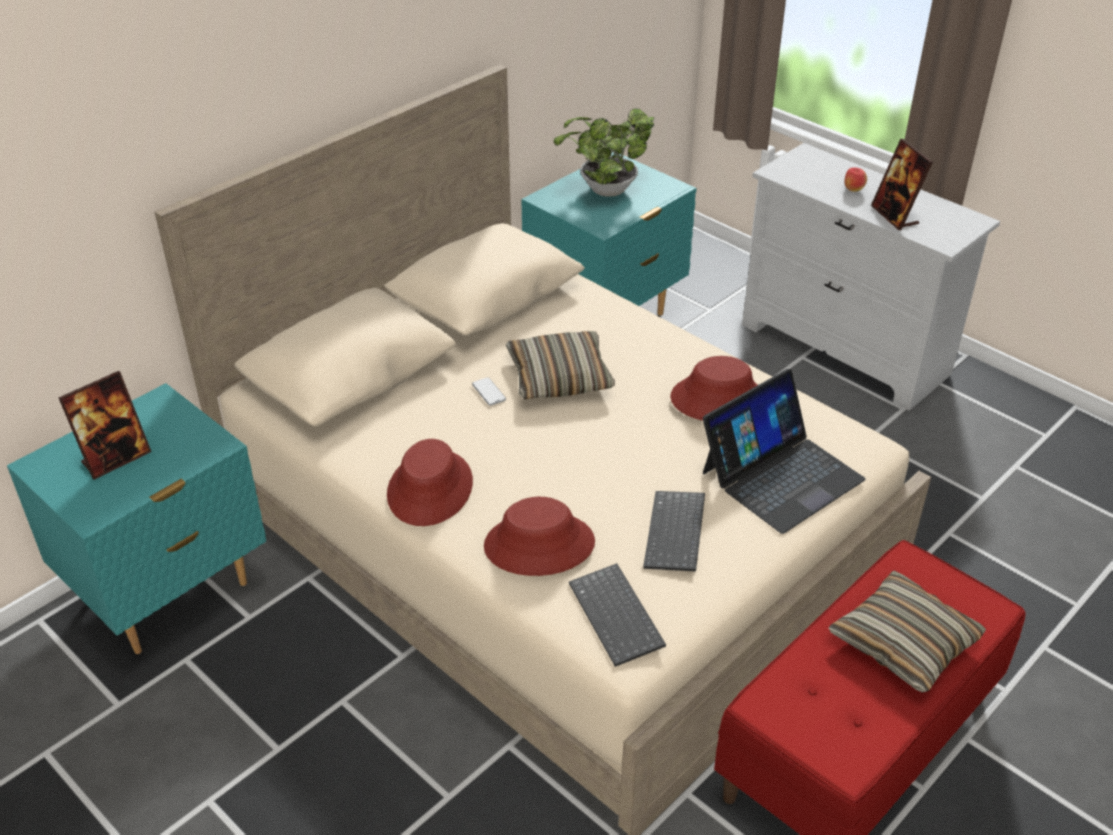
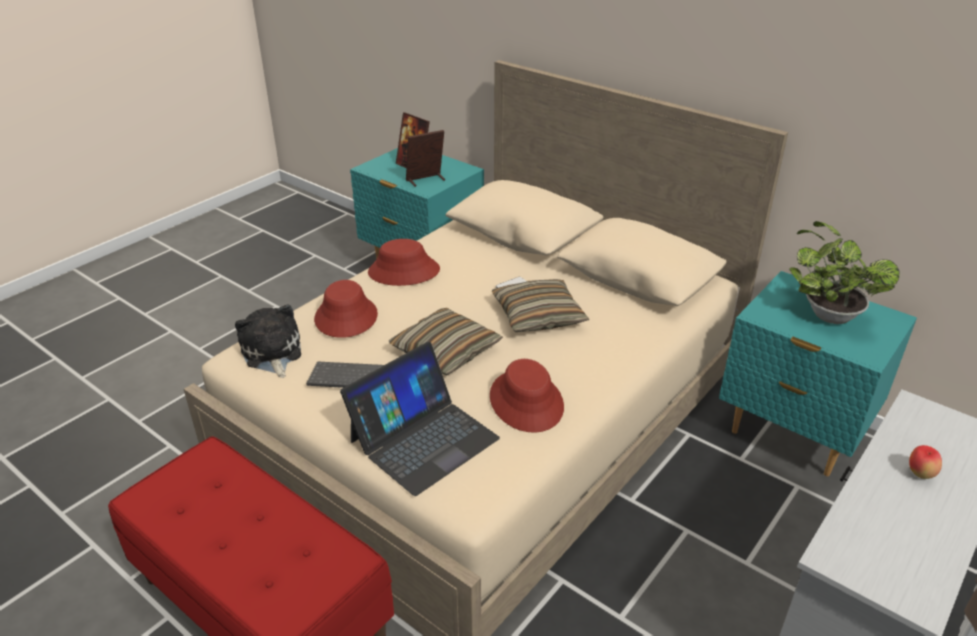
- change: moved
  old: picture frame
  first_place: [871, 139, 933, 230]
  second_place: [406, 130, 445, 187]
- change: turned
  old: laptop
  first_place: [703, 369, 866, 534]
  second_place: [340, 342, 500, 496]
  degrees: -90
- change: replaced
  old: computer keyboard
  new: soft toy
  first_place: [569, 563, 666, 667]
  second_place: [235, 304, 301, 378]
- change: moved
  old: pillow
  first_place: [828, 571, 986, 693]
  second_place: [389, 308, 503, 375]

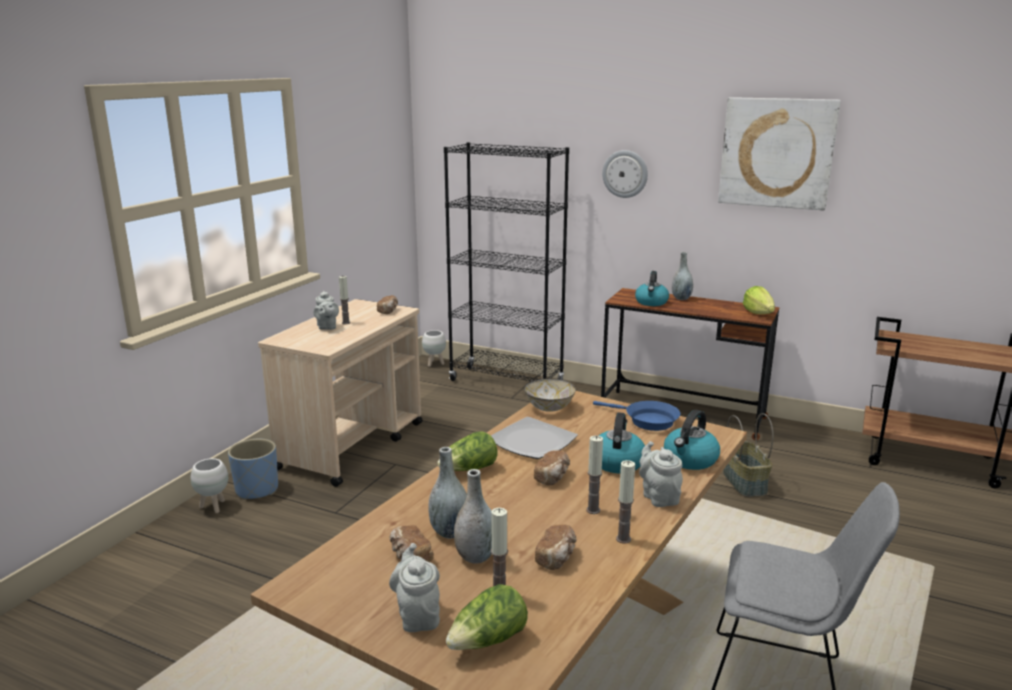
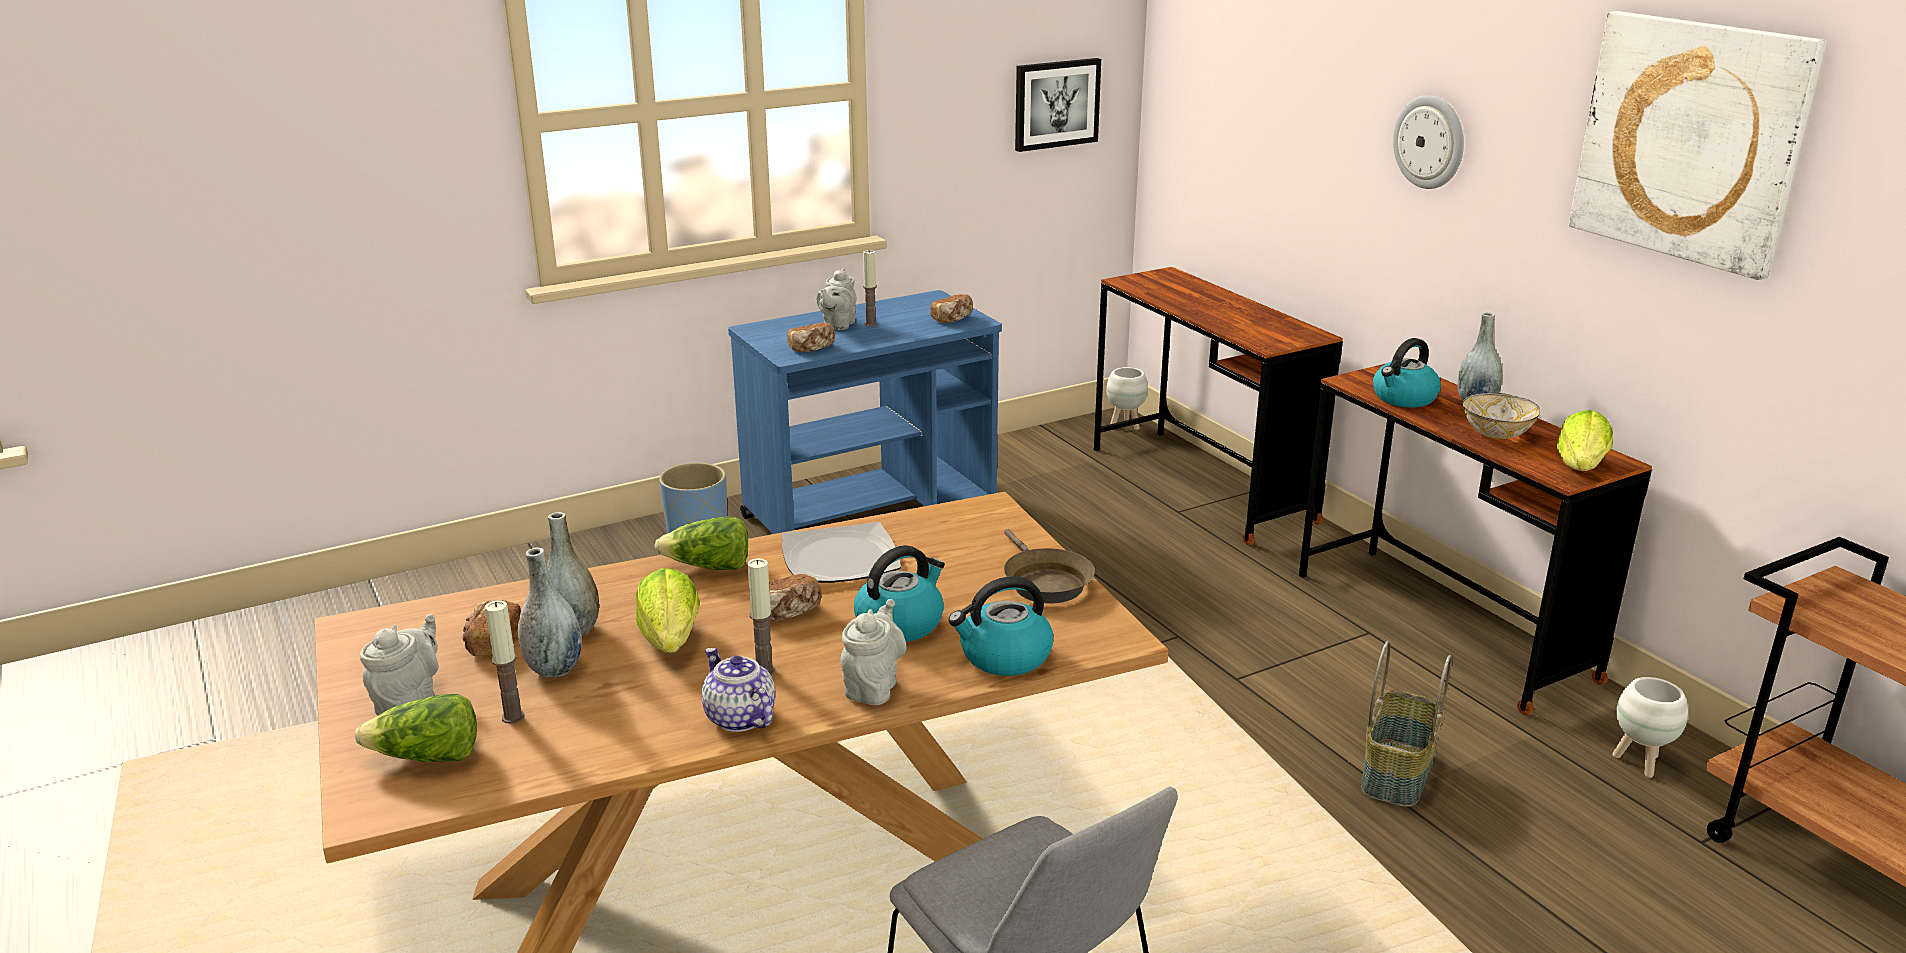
- change: replaced
  old: black-coloured shelving unit
  new: brown-coloured desk table
  first_place: [444, 142, 569, 381]
  second_place: [1094, 267, 1343, 545]
- change: recoloured
  old: beige-coloured wheeled cart
  new: blue wheeled cart
  first_place: [258, 299, 423, 487]
  second_place: [728, 290, 1002, 534]
- change: moved
  old: serving bowl
  first_place: [524, 379, 576, 412]
  second_place: [1462, 393, 1540, 439]
- change: recoloured
  old: blue pan
  new: brown-coloured pan
  first_place: [593, 401, 680, 431]
  second_place: [1004, 529, 1095, 603]
- change: moved
  old: white planter
  first_place: [191, 458, 228, 513]
  second_place: [1612, 677, 1688, 778]
- change: replaced
  old: candle
  new: teapot
  first_place: [616, 460, 635, 544]
  second_place: [702, 648, 775, 732]
- change: moved
  old: bread
  first_place: [535, 524, 577, 570]
  second_place: [787, 323, 835, 352]
- change: added
  new: wall picture
  second_place: [1015, 58, 1101, 152]
- change: added
  new: lettuce head
  second_place: [636, 568, 700, 653]

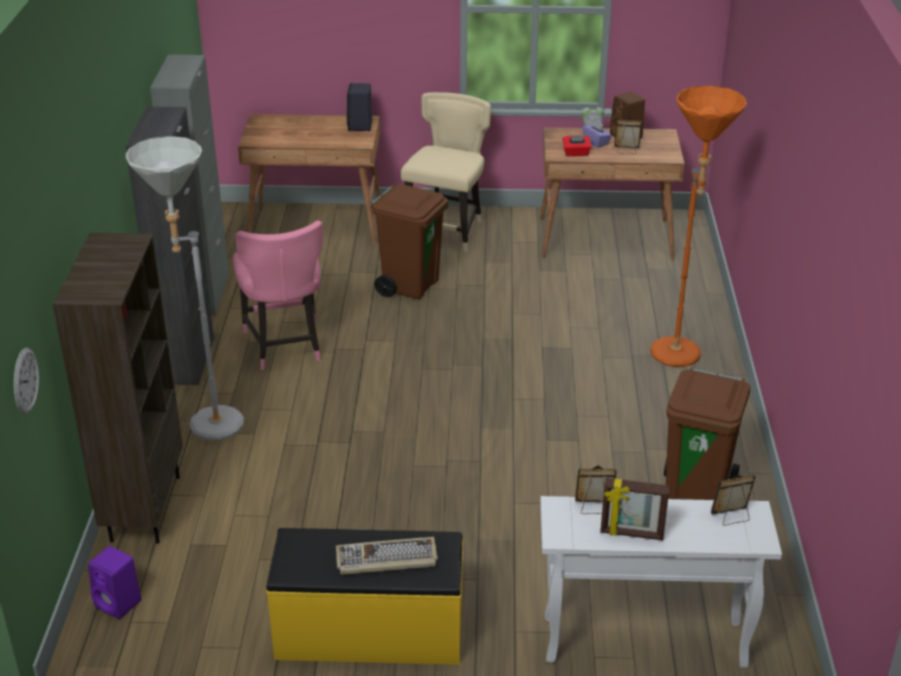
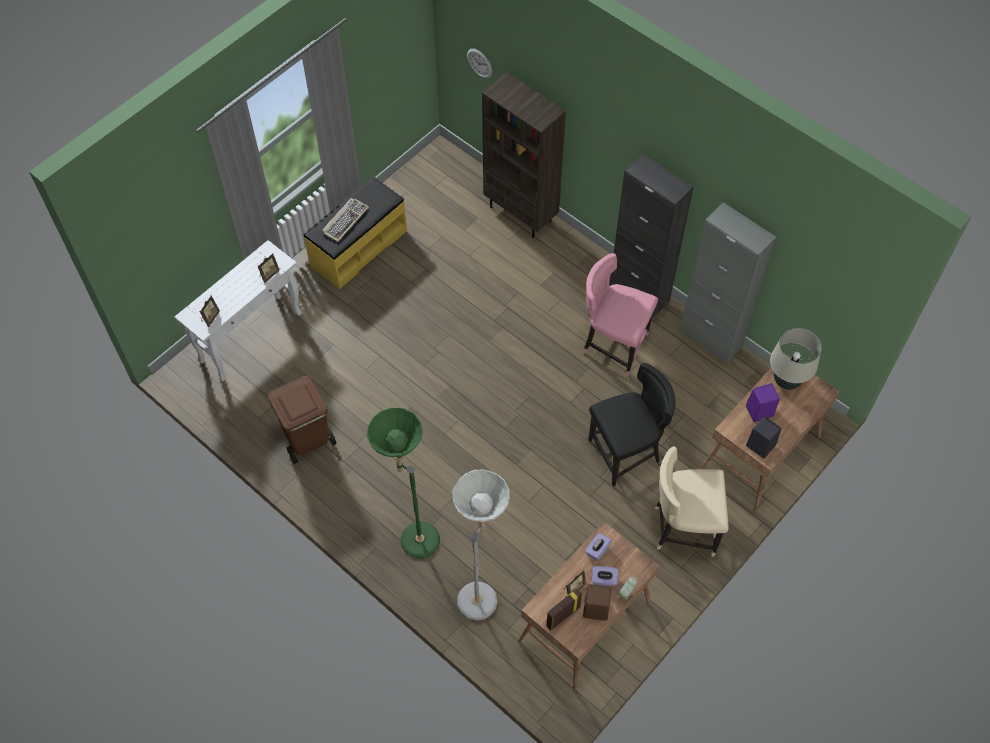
- change: recoloured
  old: orange standard lamp
  new: green-coloured standard lamp
  first_place: [650, 86, 747, 367]
  second_place: [367, 408, 440, 558]
- change: turned
  old: beige-coloured chair
  first_place: [401, 92, 491, 252]
  second_place: [655, 446, 729, 557]
  degrees: 120
- change: recoloured
  old: red box of tissues
  new: purplish box of tissues
  first_place: [562, 135, 591, 157]
  second_place: [585, 533, 612, 561]
- change: moved
  old: greyish standard lamp
  first_place: [126, 136, 244, 441]
  second_place: [452, 470, 510, 621]
- change: replaced
  old: brown-coloured trash can
  new: black-coloured chair
  first_place: [369, 184, 448, 299]
  second_place: [589, 363, 675, 487]
- change: moved
  old: picture frame
  first_place: [600, 478, 669, 540]
  second_place: [546, 589, 582, 631]
- change: moved
  old: purplish loudspeaker
  first_place: [88, 546, 141, 619]
  second_place: [746, 383, 780, 422]
- change: added
  new: beige-coloured tabletop lamp
  second_place: [770, 328, 822, 390]

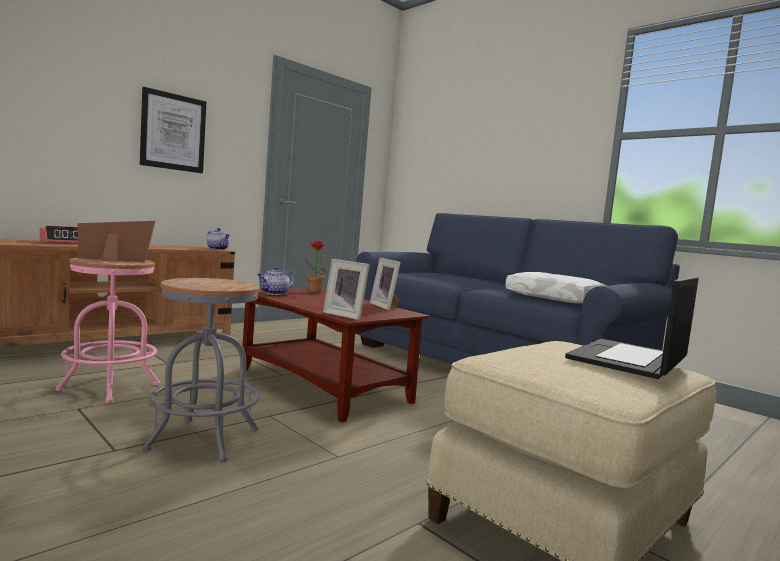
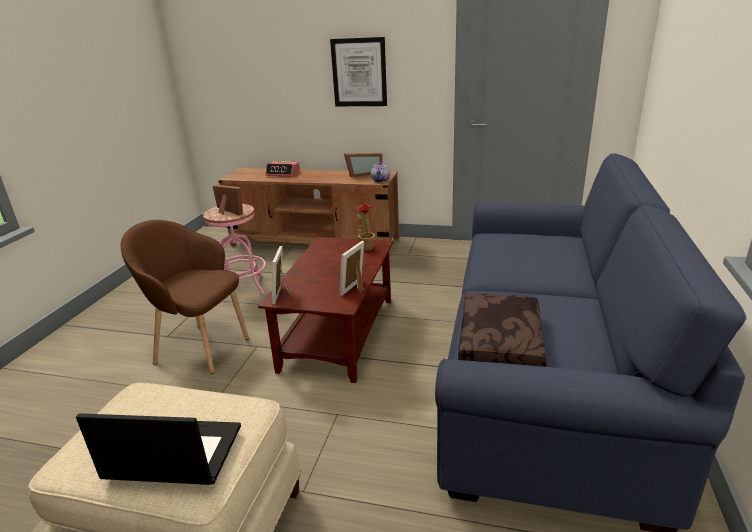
- change: removed
  old: teapot
  first_place: [257, 266, 294, 295]
- change: recoloured
  old: white pillow
  new: brown-coloured pillow
  first_place: [505, 272, 607, 303]
  second_place: [458, 294, 546, 367]
- change: replaced
  old: greyish stool seat
  new: brown-coloured lounge chair
  first_place: [142, 278, 260, 463]
  second_place: [121, 220, 249, 374]
- change: added
  new: picture frame
  second_place: [344, 153, 383, 178]

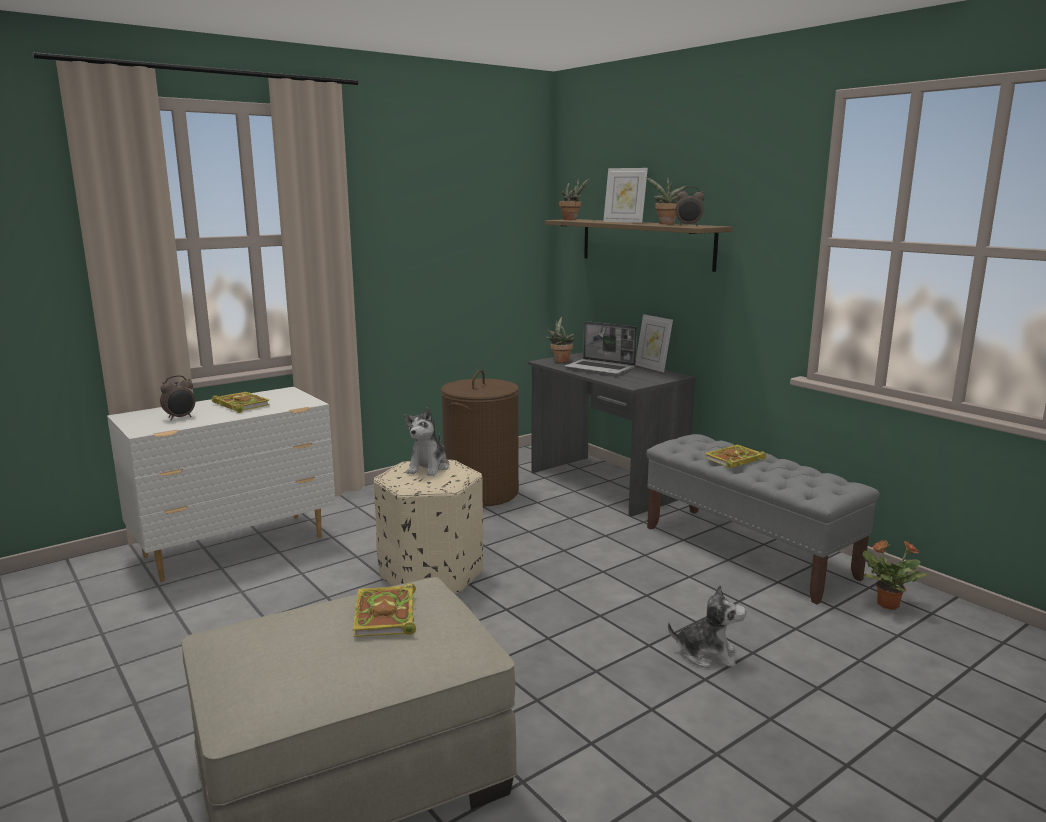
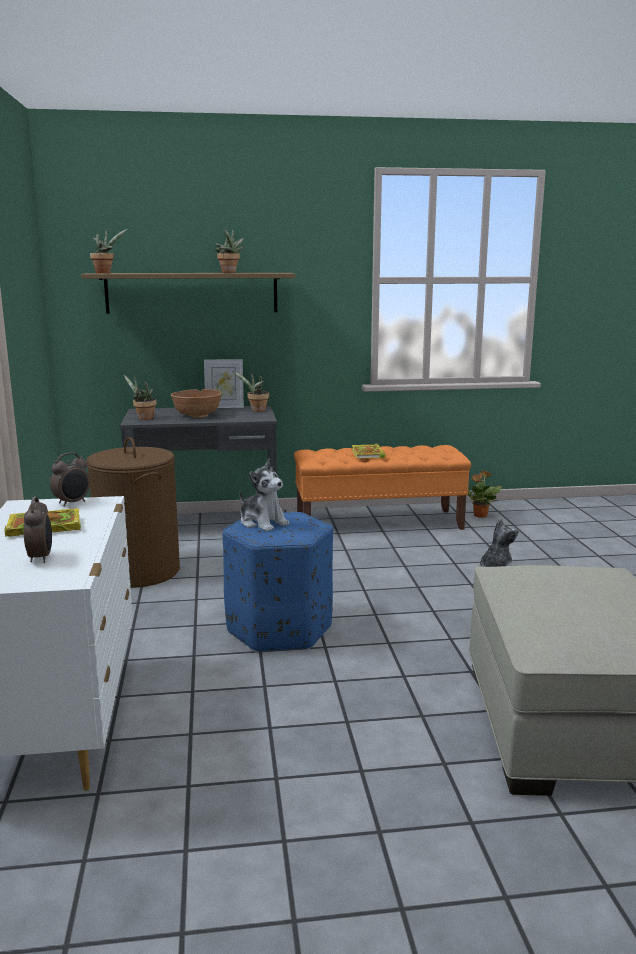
- change: removed
  old: picture frame
  first_place: [603, 168, 648, 223]
- change: moved
  old: table clock
  first_place: [675, 186, 705, 226]
  second_place: [50, 452, 90, 507]
- change: replaced
  old: laptop
  new: brown-coloured serving bowl
  first_place: [564, 321, 637, 375]
  second_place: [171, 389, 222, 418]
- change: recoloured
  old: greyish indoor bench
  new: orange indoor bench
  first_place: [646, 434, 880, 604]
  second_place: [294, 445, 471, 530]
- change: recoloured
  old: beige-coloured footrest
  new: blue footrest
  first_place: [373, 460, 483, 595]
  second_place: [222, 512, 333, 652]
- change: removed
  old: bound book
  first_place: [353, 584, 416, 637]
- change: added
  new: plant in a pot
  second_place: [233, 371, 269, 412]

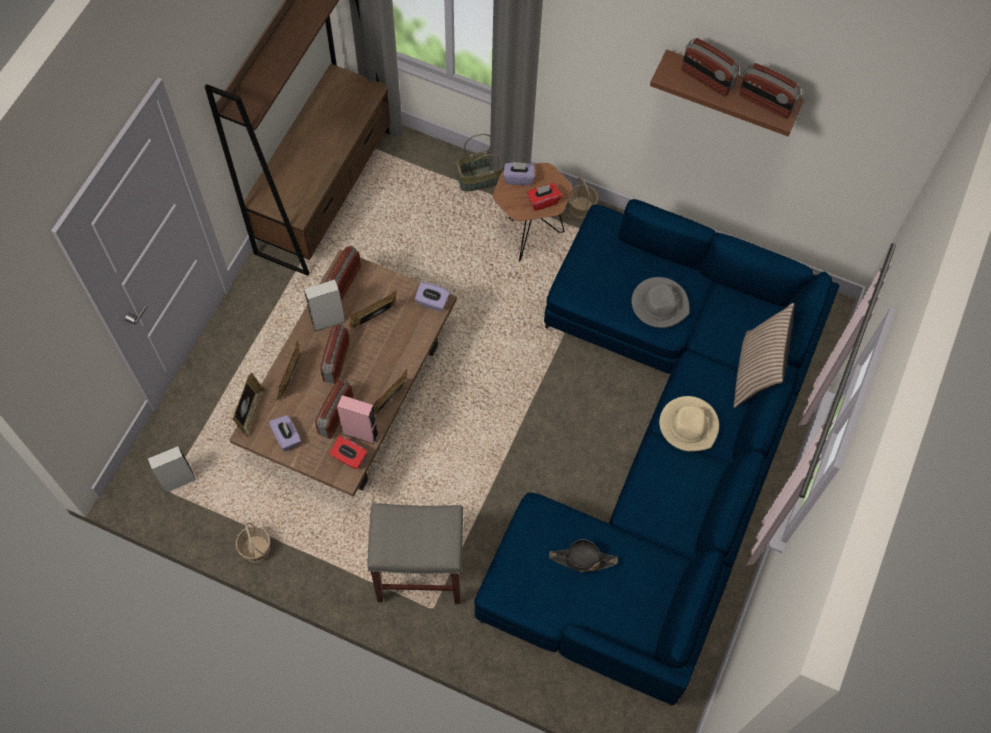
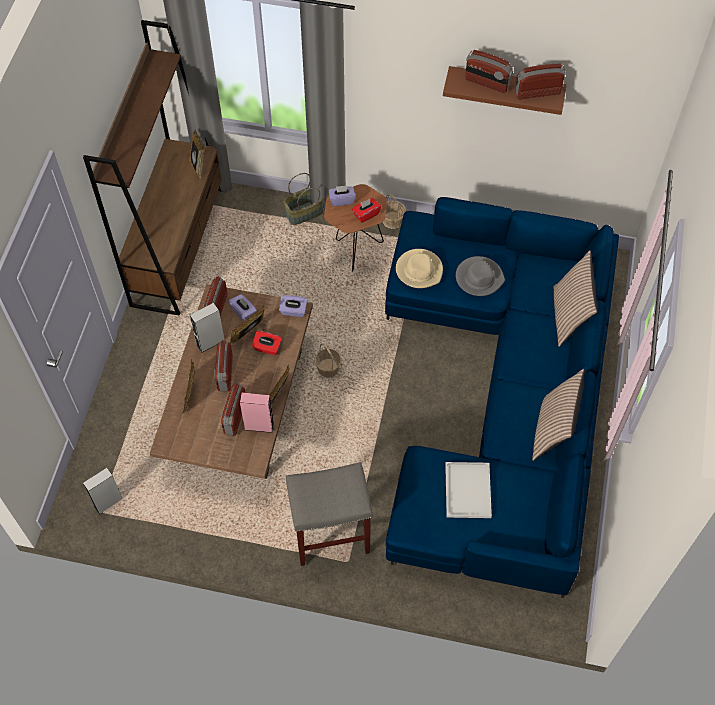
- change: turned
  old: radio set
  first_place: [739, 63, 801, 119]
  second_place: [515, 64, 565, 100]
  degrees: 150
- change: moved
  old: picture frame
  first_place: [233, 373, 266, 438]
  second_place: [189, 129, 206, 180]
- change: moved
  old: beige-coloured hat
  first_place: [659, 396, 719, 452]
  second_place: [396, 249, 443, 288]
- change: moved
  old: purplish box of tissues
  first_place: [269, 415, 301, 451]
  second_place: [228, 294, 257, 321]
- change: moved
  old: red box of tissues
  first_place: [329, 436, 367, 469]
  second_place: [252, 331, 282, 355]
- change: moved
  old: storage basket
  first_place: [236, 522, 271, 563]
  second_place: [314, 343, 342, 378]
- change: replaced
  old: black-coloured hat
  new: white carrying tray
  first_place: [549, 539, 618, 572]
  second_place: [445, 462, 492, 518]
- change: added
  new: pillow
  second_place: [532, 369, 585, 461]

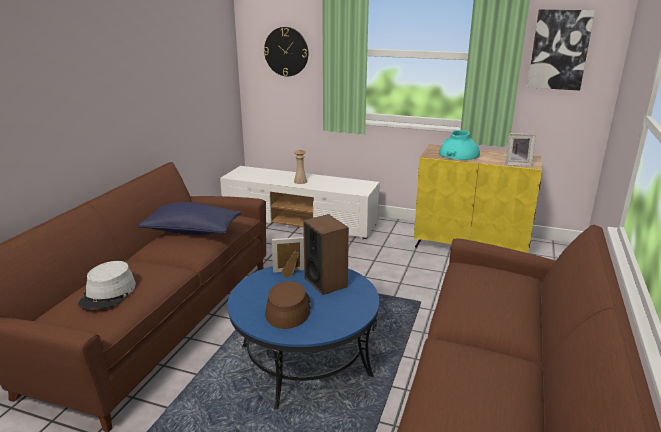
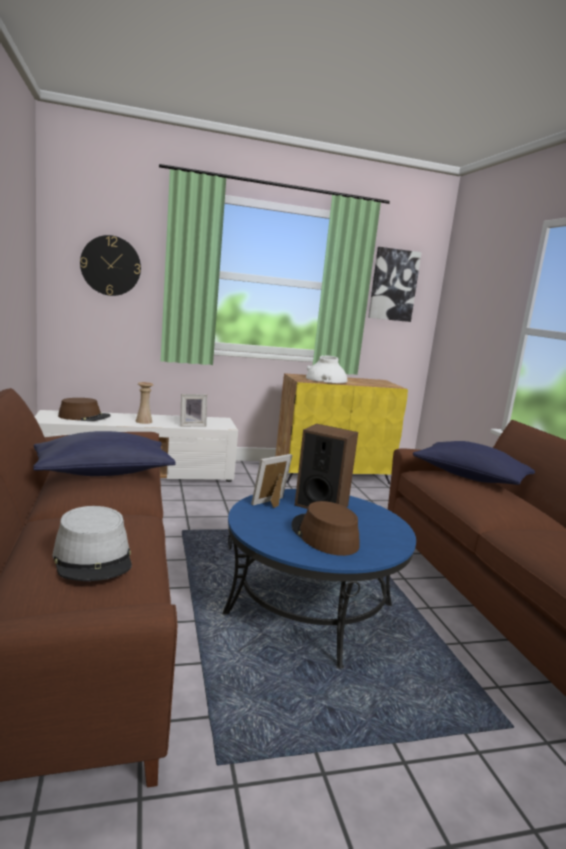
- change: recoloured
  old: turquoise-coloured flower vase
  new: white flower vase
  first_place: [439, 130, 480, 160]
  second_place: [306, 356, 347, 383]
- change: moved
  old: picture frame
  first_place: [505, 133, 536, 166]
  second_place: [180, 394, 207, 427]
- change: added
  new: brown-coloured hat
  second_place: [58, 398, 111, 421]
- change: added
  new: blue pillow
  second_place: [413, 441, 535, 485]

